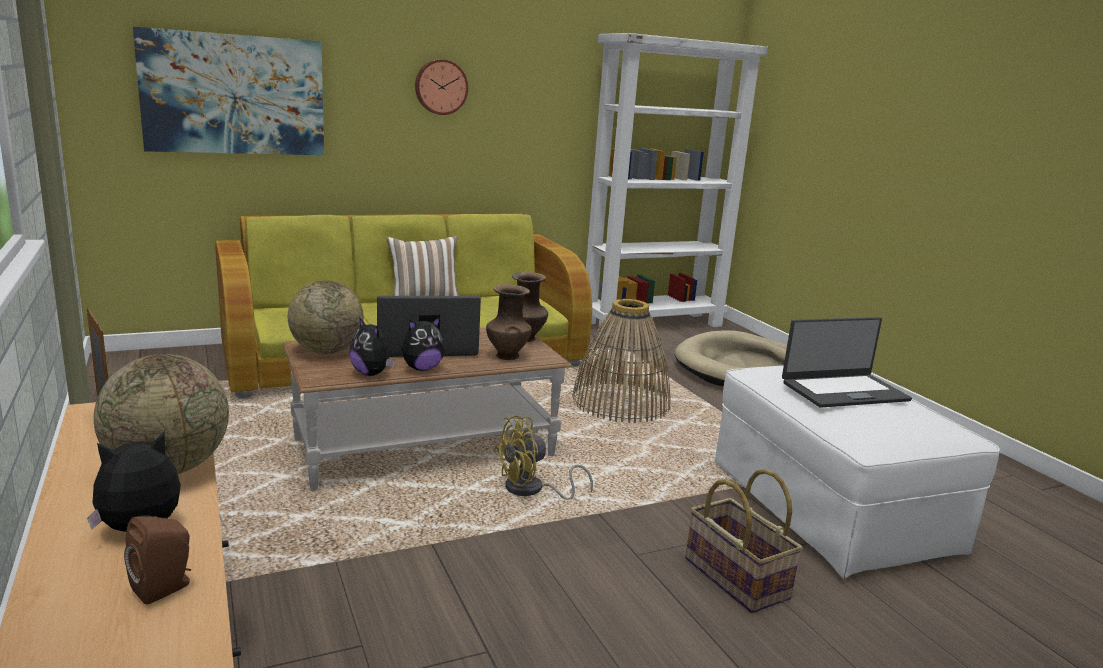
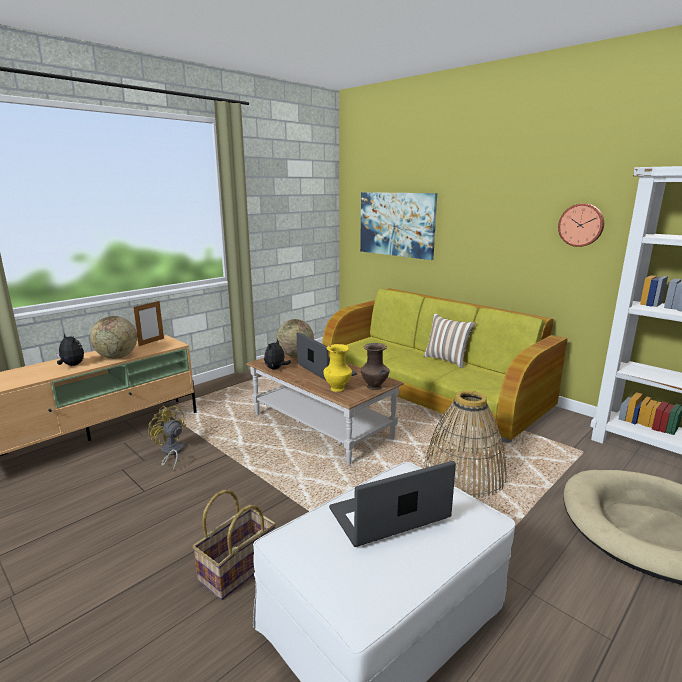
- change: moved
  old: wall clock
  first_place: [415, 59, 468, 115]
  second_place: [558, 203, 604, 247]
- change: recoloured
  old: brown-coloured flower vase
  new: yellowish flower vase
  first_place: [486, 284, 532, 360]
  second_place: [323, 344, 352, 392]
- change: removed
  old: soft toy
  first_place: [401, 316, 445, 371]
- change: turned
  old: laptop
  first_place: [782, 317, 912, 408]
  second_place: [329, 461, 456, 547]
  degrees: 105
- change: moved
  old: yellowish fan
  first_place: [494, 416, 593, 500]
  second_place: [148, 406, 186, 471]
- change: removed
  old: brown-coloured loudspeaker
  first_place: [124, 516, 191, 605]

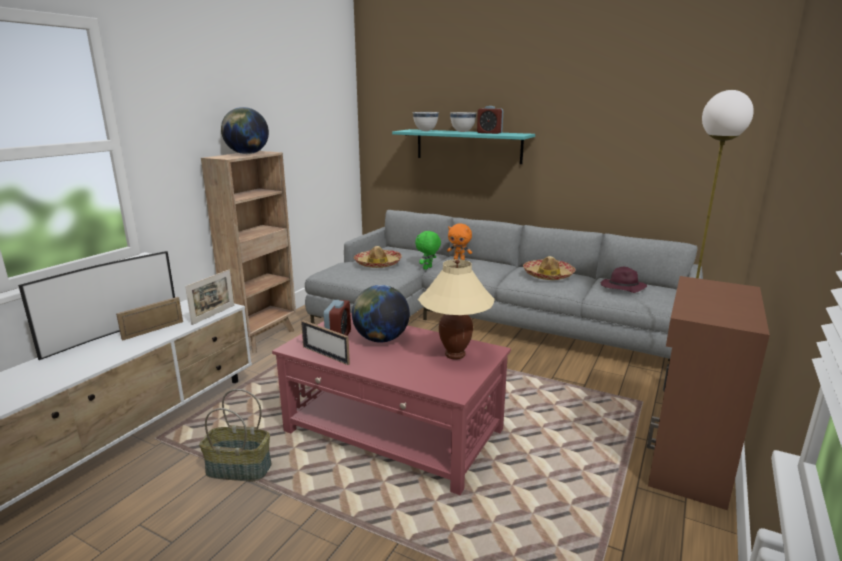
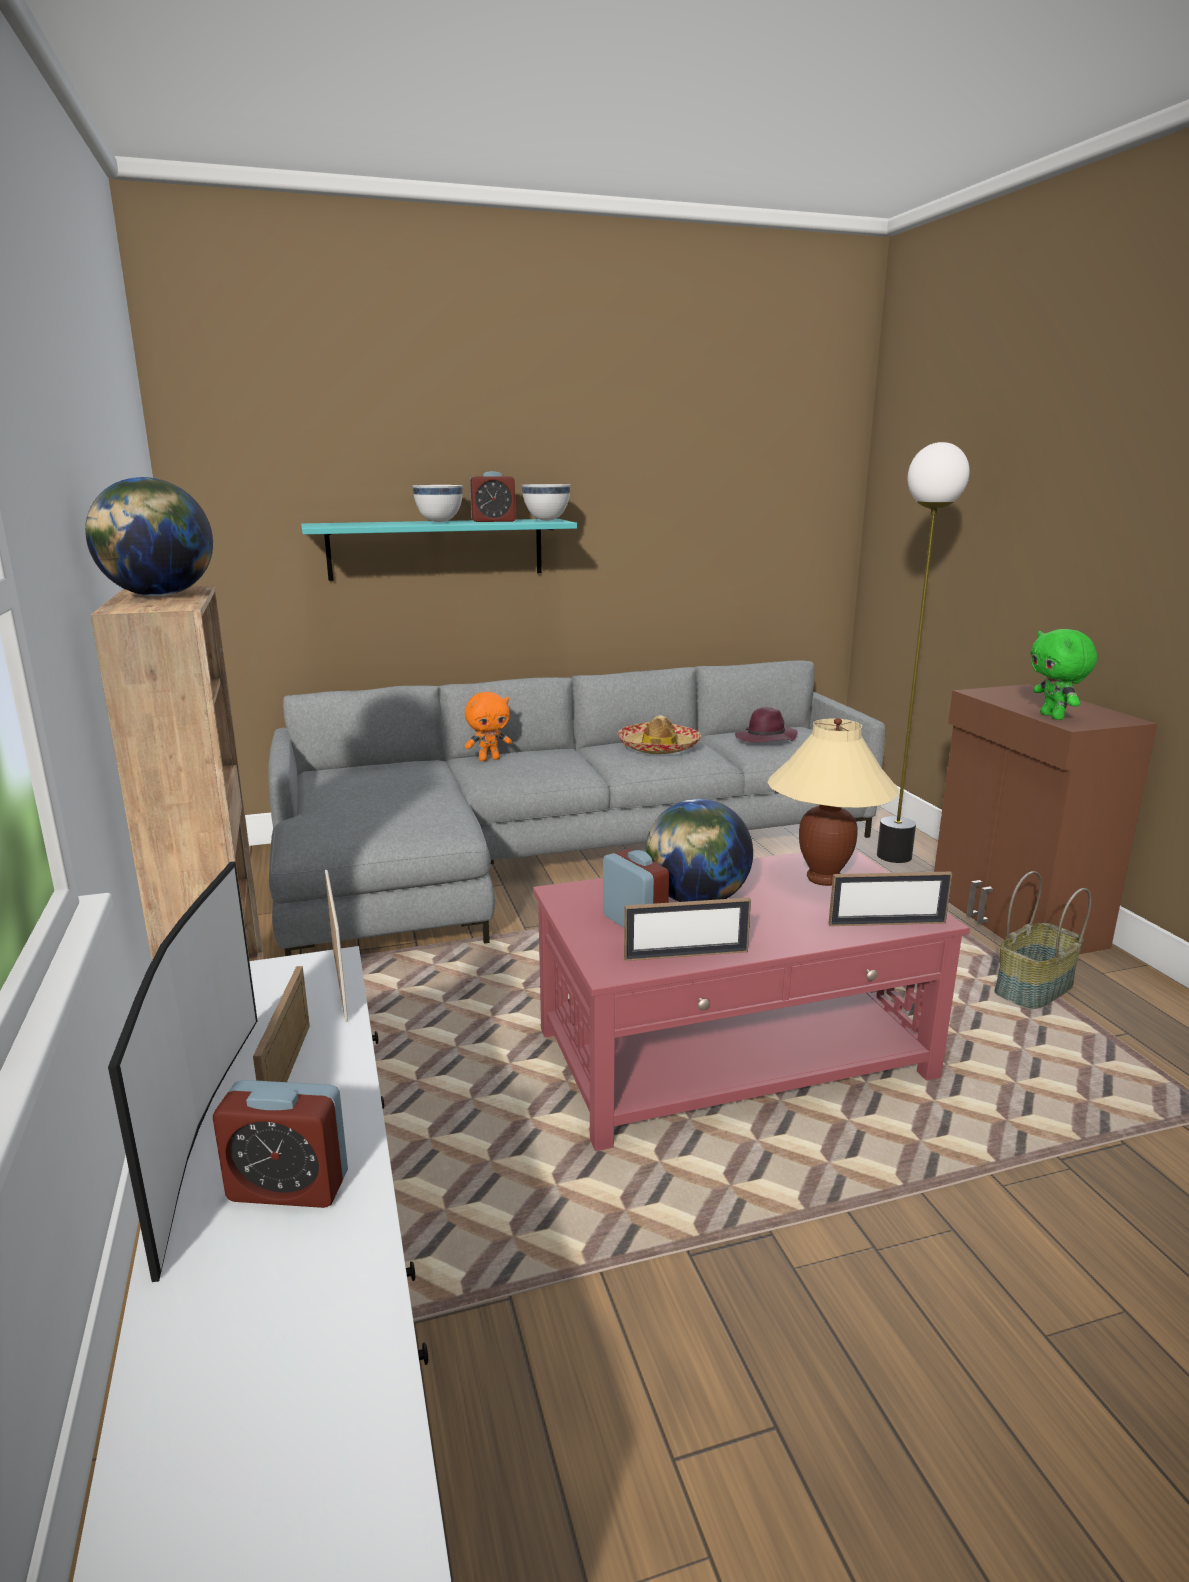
- change: moved
  old: white serving bowl
  first_place: [413, 112, 439, 131]
  second_place: [522, 484, 571, 521]
- change: moved
  old: green-coloured soft toy
  first_place: [415, 231, 441, 270]
  second_place: [1030, 629, 1097, 720]
- change: removed
  old: hat
  first_place: [354, 246, 402, 268]
- change: moved
  old: storage basket
  first_place: [199, 389, 272, 481]
  second_place: [995, 871, 1091, 1009]
- change: added
  new: picture frame
  second_place: [828, 872, 953, 926]
- change: added
  new: table clock
  second_place: [213, 1080, 348, 1208]

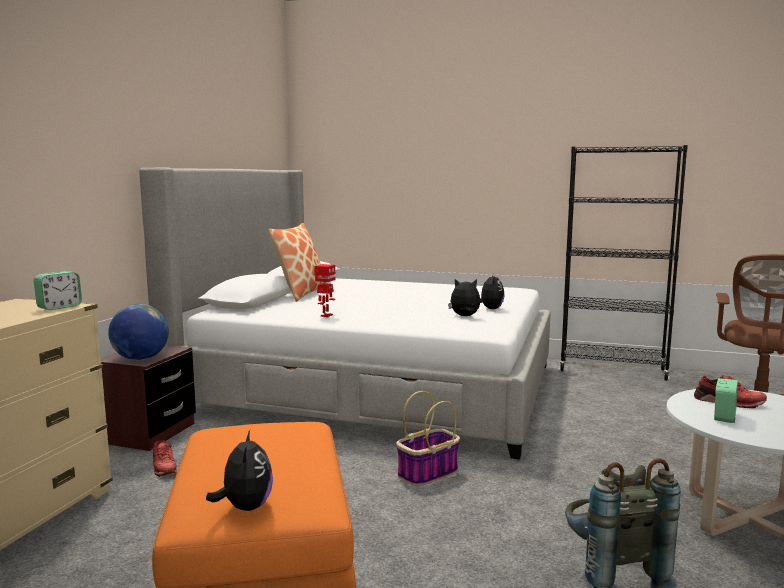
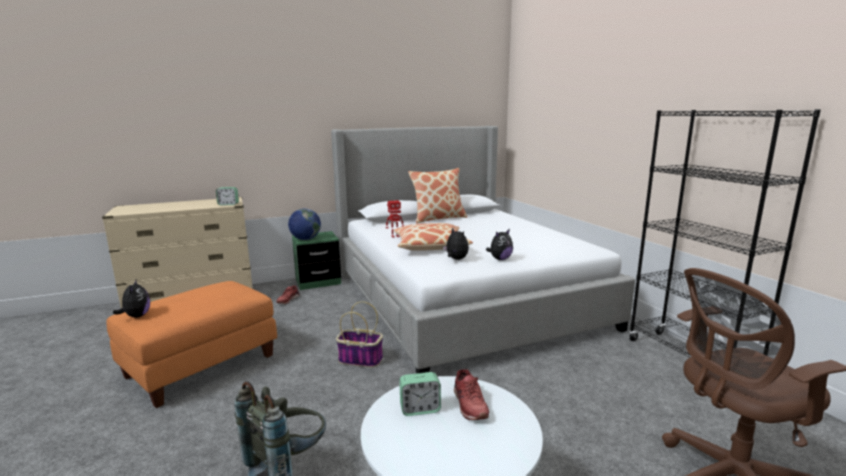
- change: recoloured
  old: brown-coloured bedside table
  new: green-coloured bedside table
  first_place: [101, 345, 196, 451]
  second_place: [292, 231, 341, 290]
- change: turned
  old: soft toy
  first_place: [206, 430, 273, 511]
  second_place: [113, 280, 150, 318]
  degrees: -60
- change: added
  new: pillow
  second_place: [393, 223, 473, 251]

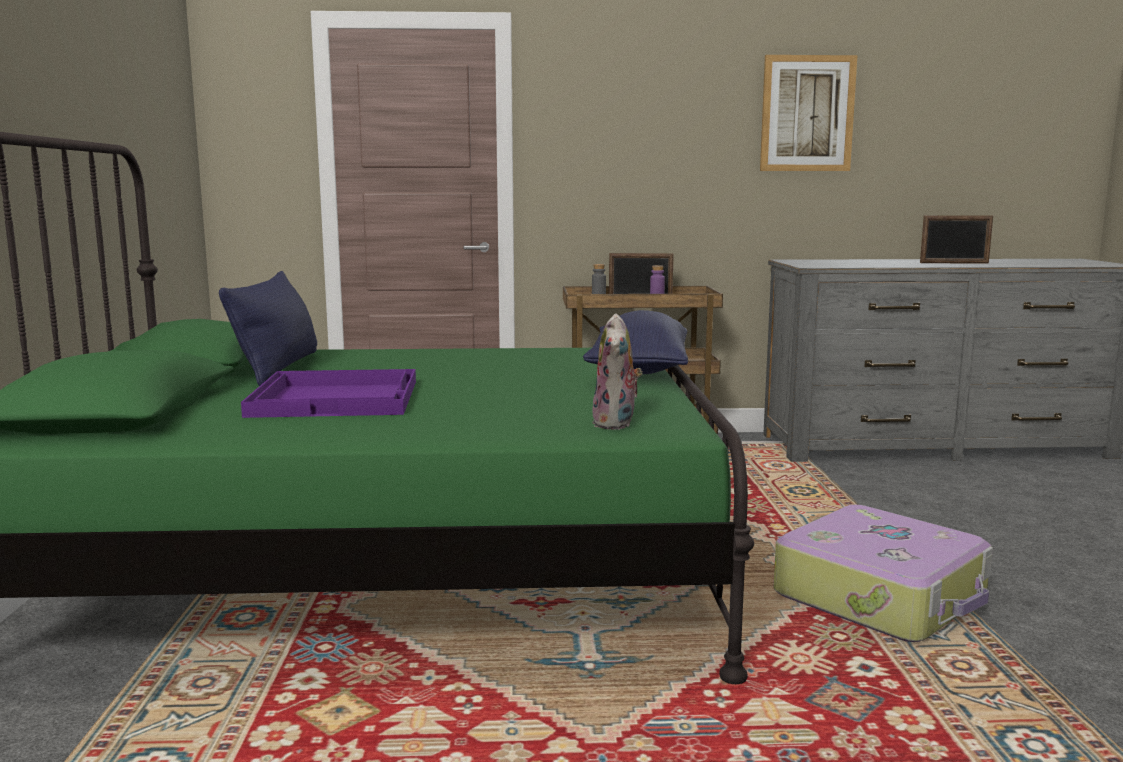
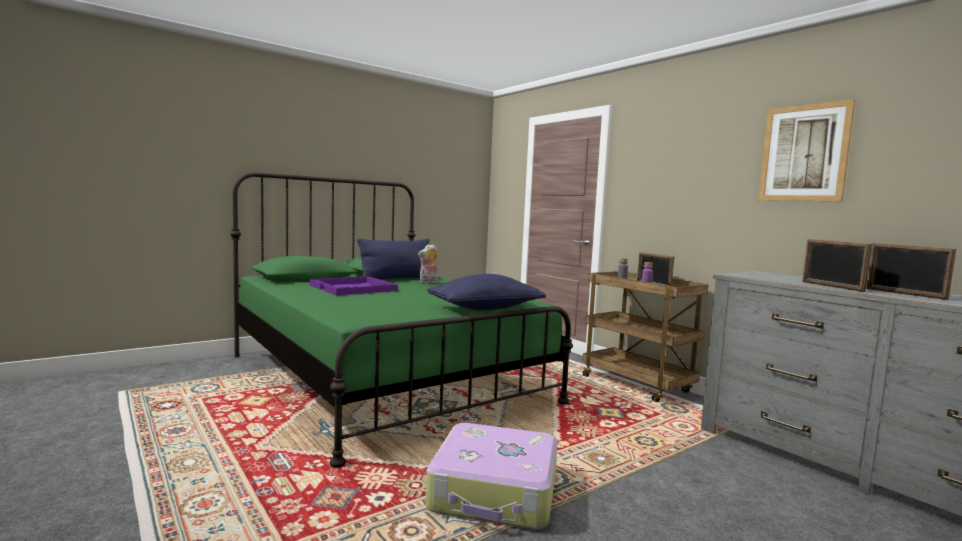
- change: moved
  old: soft toy
  first_place: [593, 313, 643, 430]
  second_place: [418, 244, 439, 284]
- change: added
  new: picture frame
  second_place: [802, 239, 872, 292]

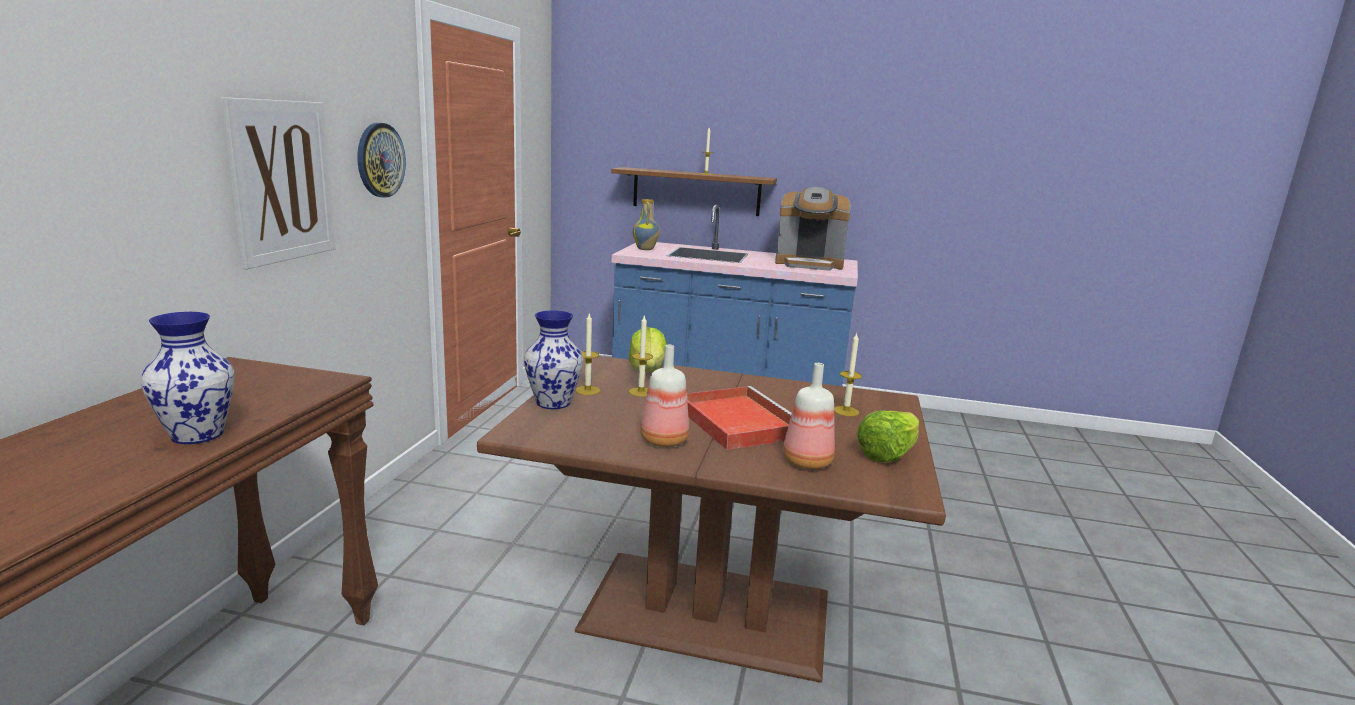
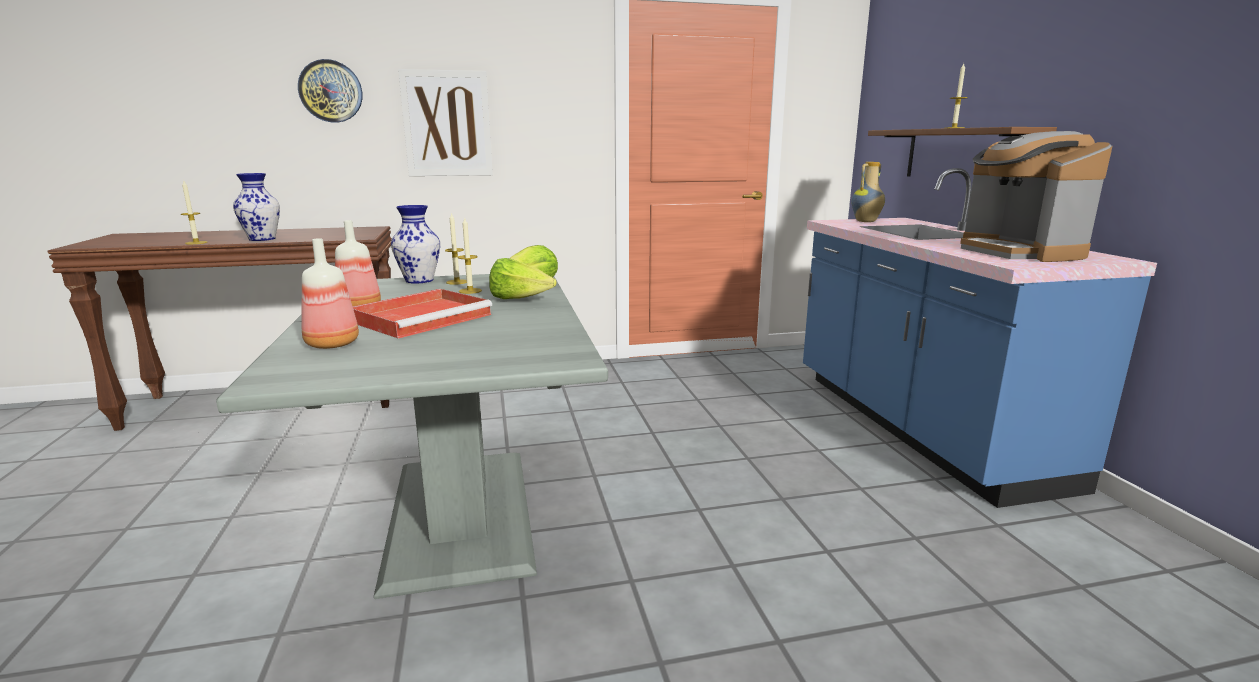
- change: moved
  old: wall clock
  first_place: [357, 123, 406, 198]
  second_place: [298, 59, 363, 123]
- change: moved
  old: candle
  first_place: [834, 333, 862, 416]
  second_place: [181, 181, 207, 244]
- change: recoloured
  old: brown-coloured dining table
  new: greyish dining table
  first_place: [477, 356, 946, 683]
  second_place: [216, 274, 608, 599]
- change: moved
  old: lettuce head
  first_place: [856, 410, 919, 462]
  second_place: [489, 258, 557, 299]

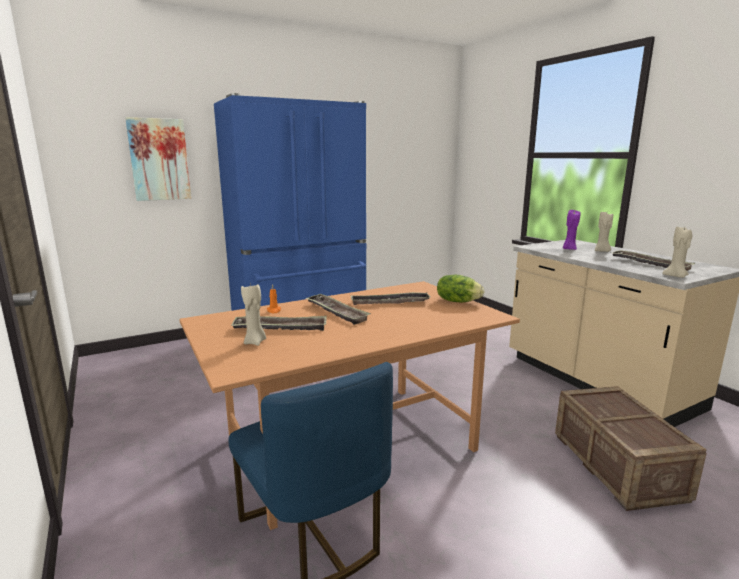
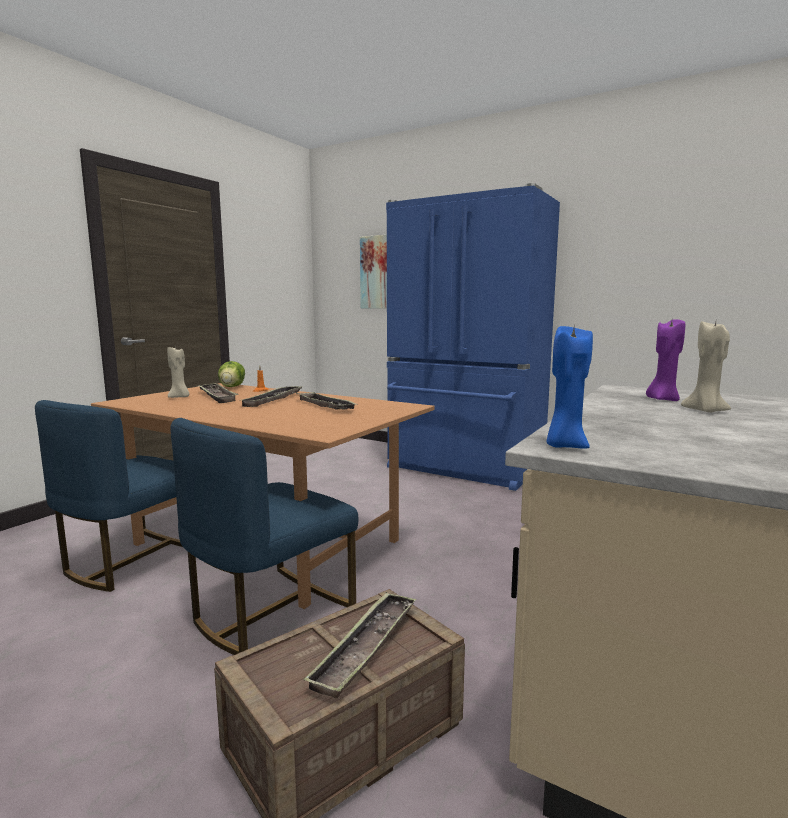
- change: recoloured
  old: beige-coloured candle
  new: blue candle
  first_place: [662, 226, 692, 278]
  second_place: [547, 323, 593, 449]
- change: moved
  old: carrying tray
  first_place: [612, 250, 694, 271]
  second_place: [304, 592, 416, 698]
- change: moved
  old: lettuce head
  first_place: [437, 275, 484, 302]
  second_place: [218, 361, 245, 387]
- change: added
  new: blue chair
  second_place: [171, 418, 358, 655]

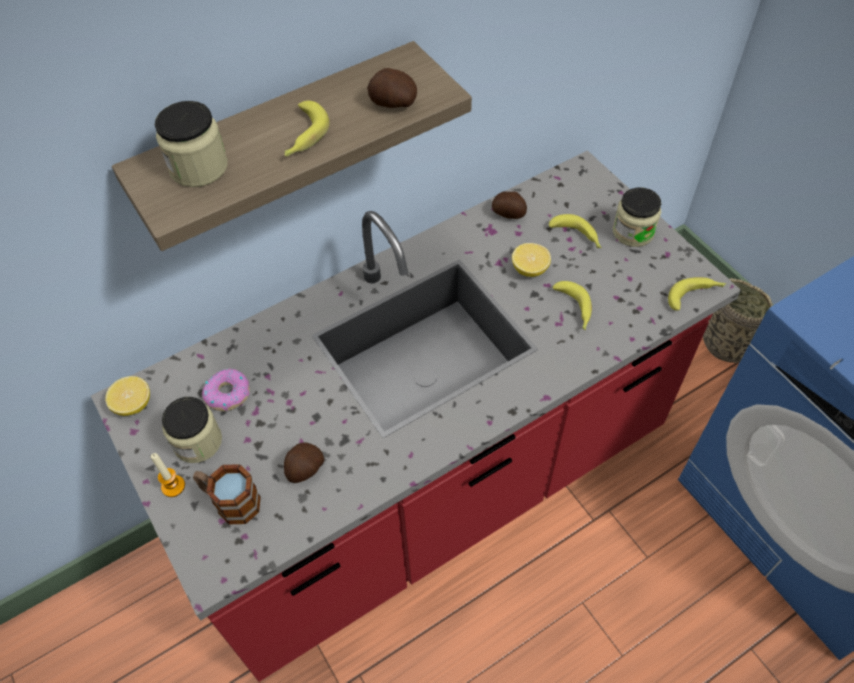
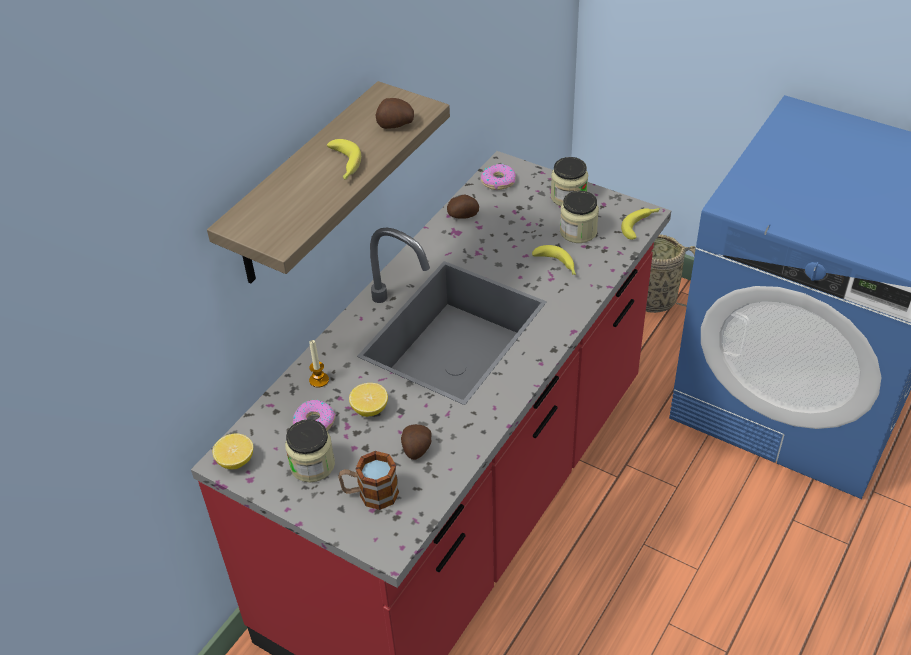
- change: moved
  old: preserve jar
  first_place: [155, 101, 228, 187]
  second_place: [560, 191, 599, 243]
- change: removed
  old: banana fruit
  first_place: [549, 214, 602, 248]
- change: moved
  old: lemon
  first_place: [512, 243, 551, 277]
  second_place: [349, 383, 388, 417]
- change: moved
  old: candle
  first_place: [151, 453, 185, 497]
  second_place: [309, 340, 329, 388]
- change: added
  new: donut
  second_place: [481, 164, 516, 190]

